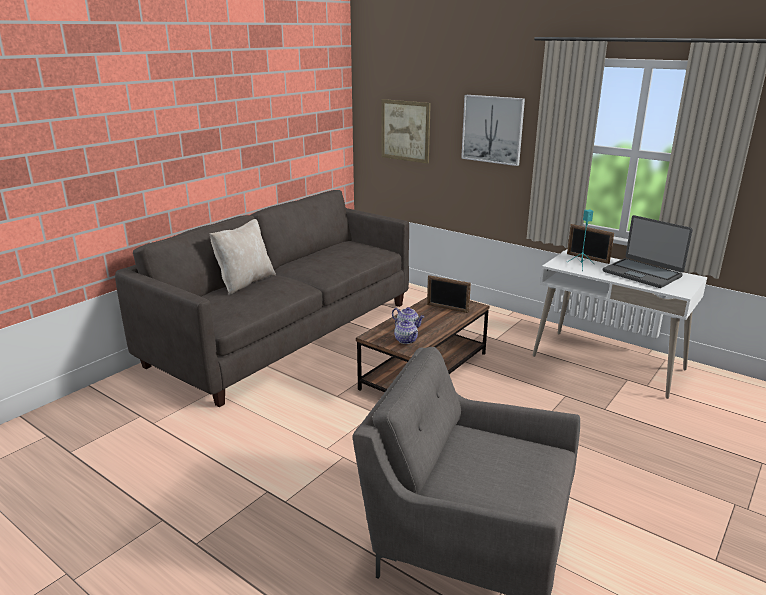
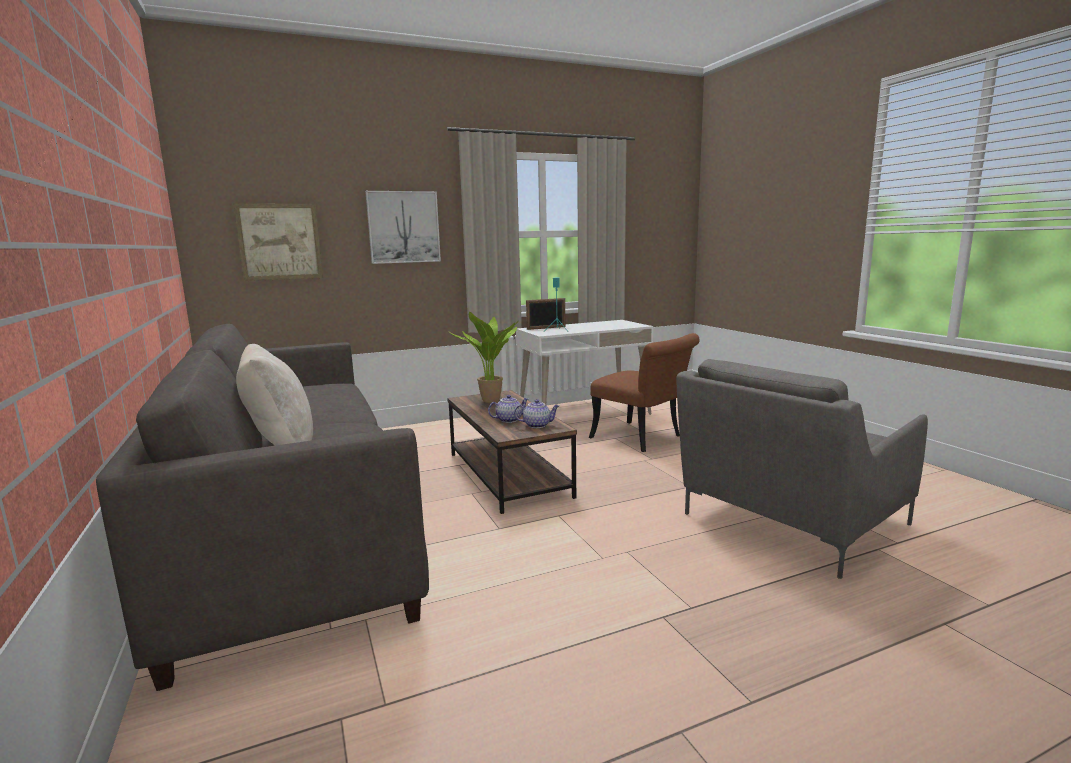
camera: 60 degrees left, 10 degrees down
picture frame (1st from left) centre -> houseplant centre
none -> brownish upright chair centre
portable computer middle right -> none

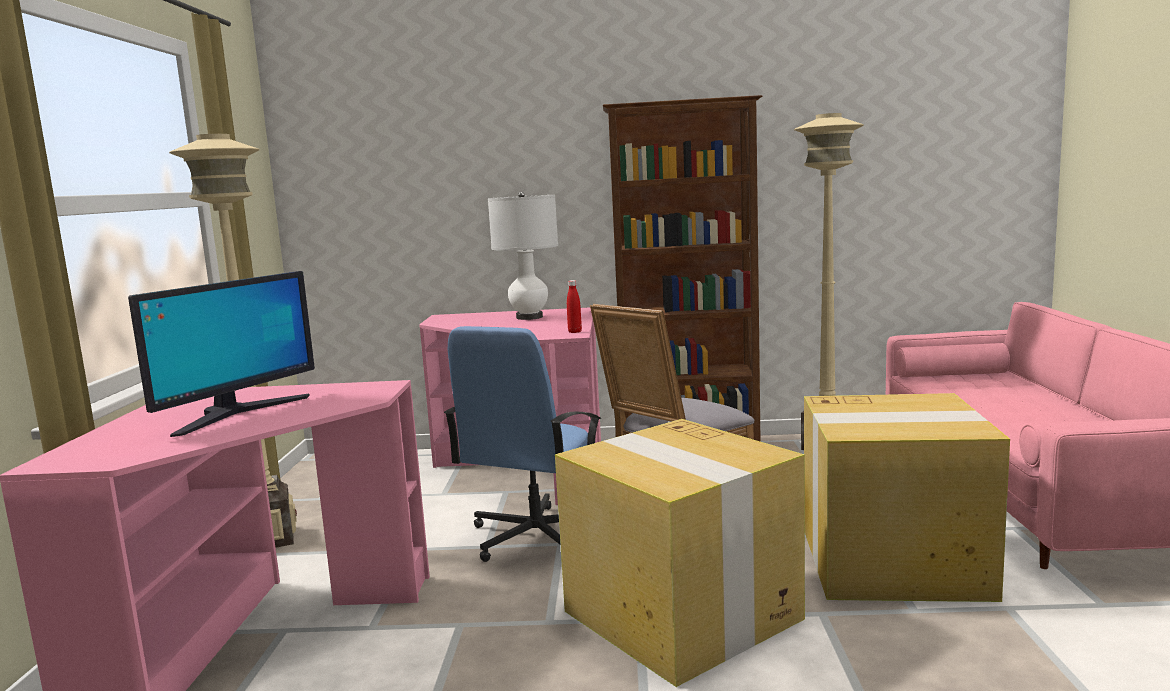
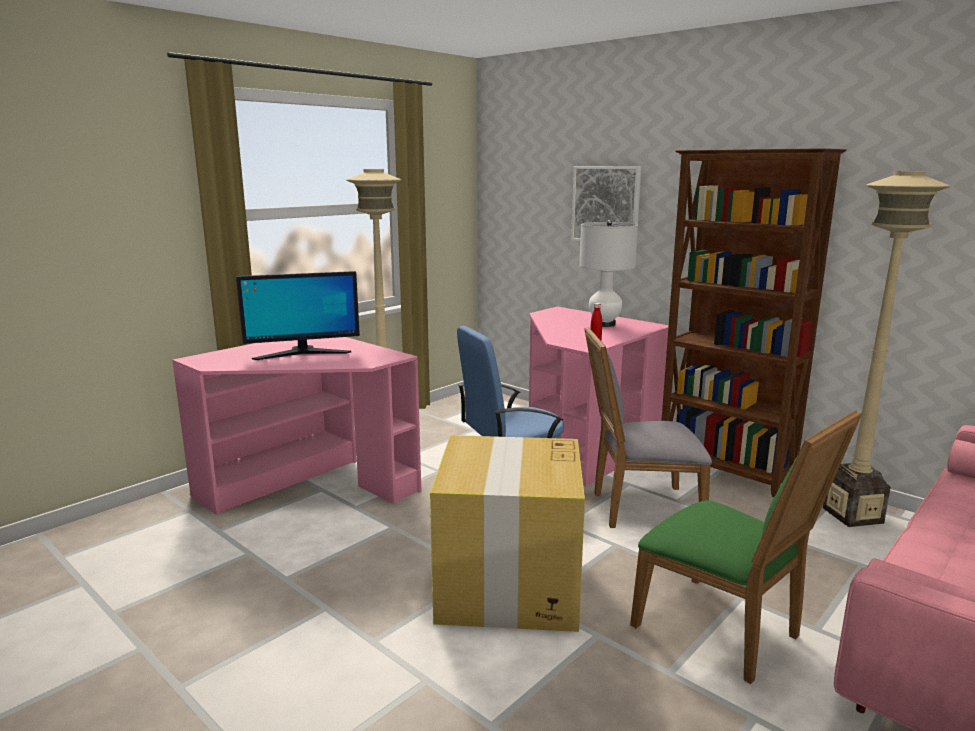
camera: 40 degrees right, 5 degrees up
none -> wall art top centre
cardboard box (2nd from left) bottom right -> green-coloured upright chair bottom right

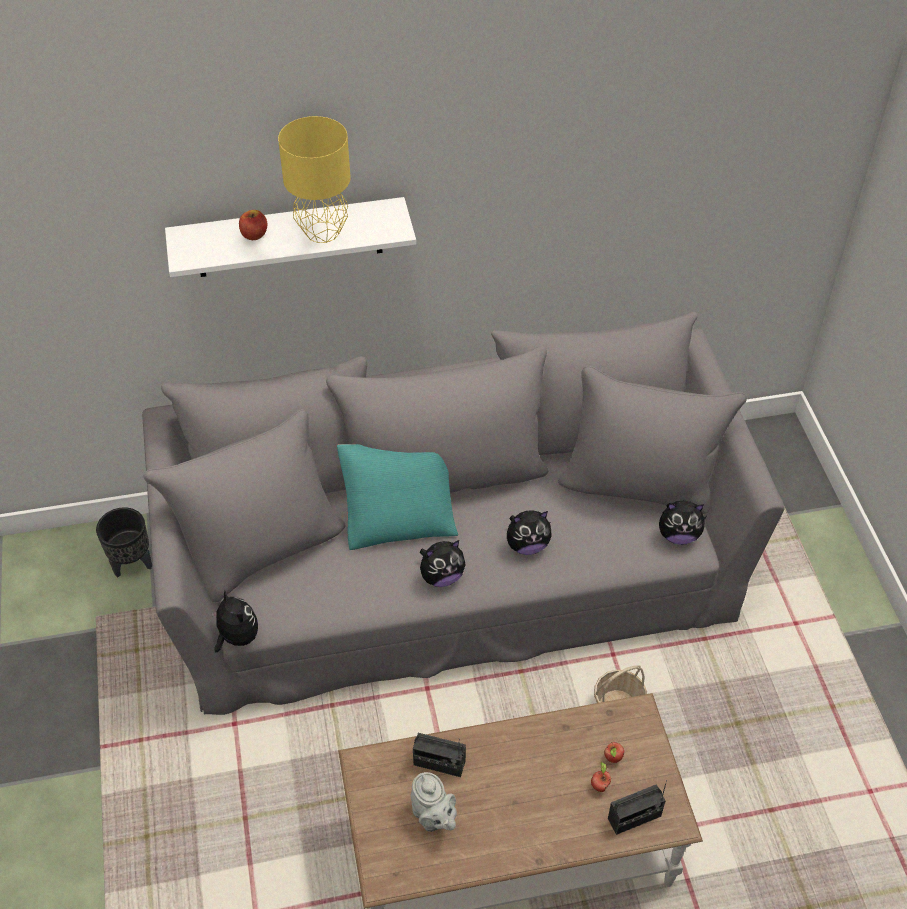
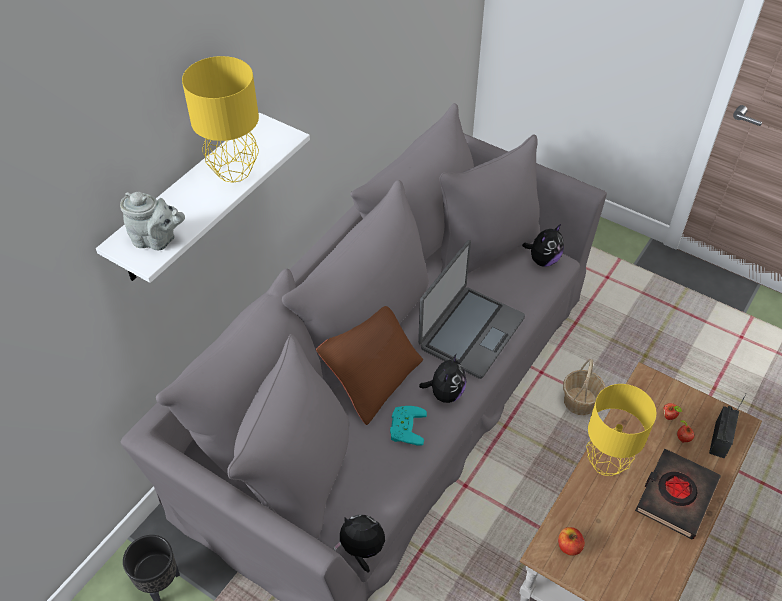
camera: 45 degrees left, 0 degrees up
greyish tea pot bottom centre -> greyish tea pot middle left, moved
turquoise pillow centre -> brownish pillow centre
none -> turquoise joypad bottom centre
cuddly toy (3rd from left) centre -> portable computer centre
apple fruit (1st from left) top left -> apple fruit (1st from left) bottom right, moved
none -> yellow table lamp (2nd from left) bottom right
none -> black-coloured volume bottom right
radio set (1st from left) bottom centre -> none

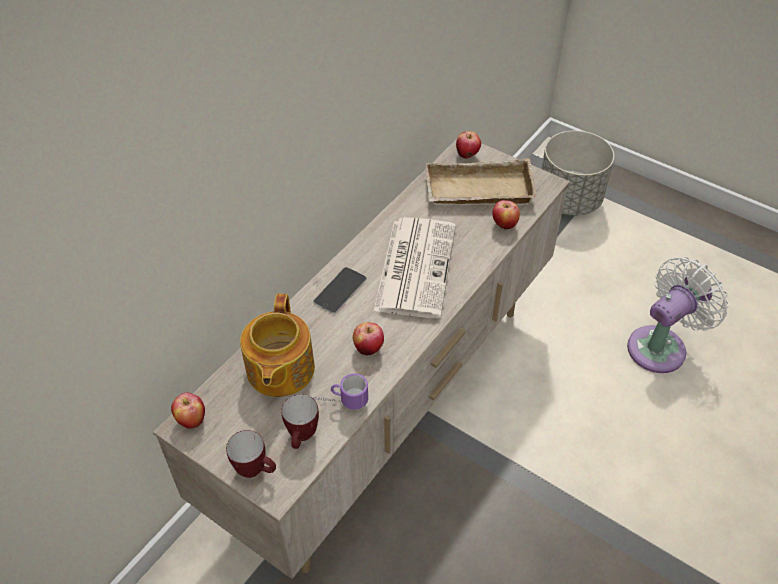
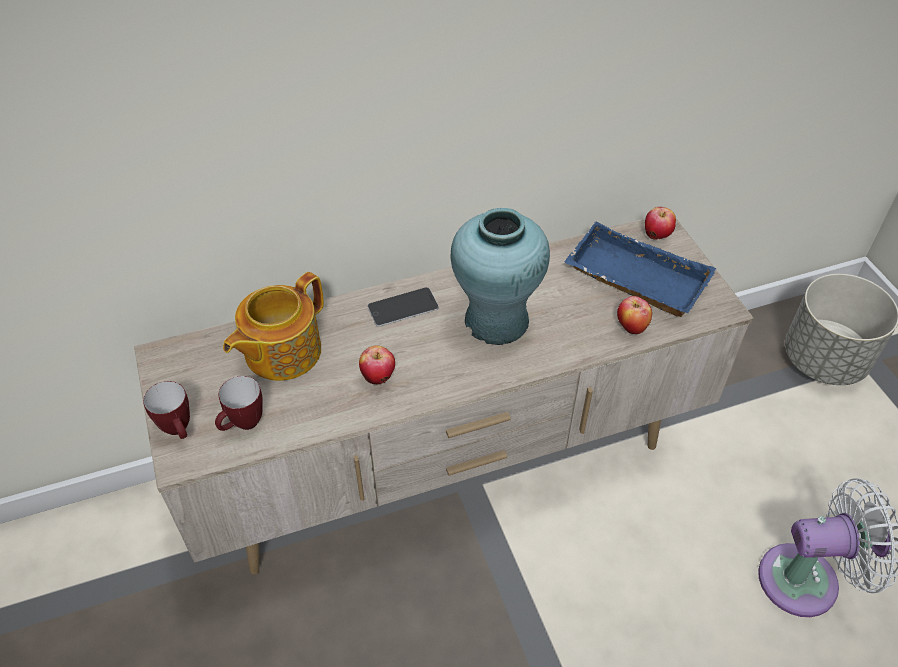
camera: 35 degrees right, 0 degrees up
daily paper centre -> turquoise vase centre
beige-coloured serving tray top centre -> blue-coloured serving tray middle right
apple fruit (1st from left) bottom left -> none
coffee mug (3rd from left) bottom centre -> none

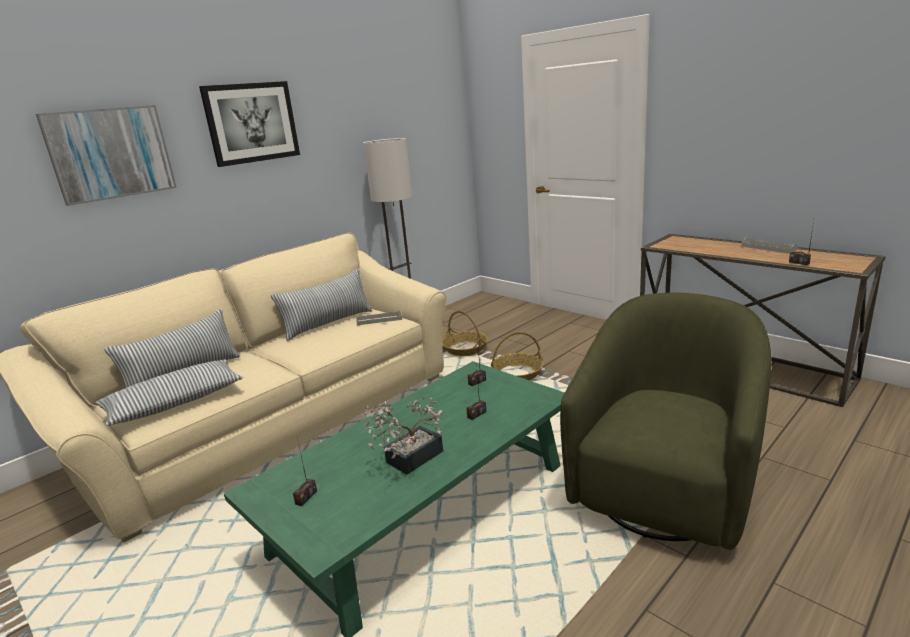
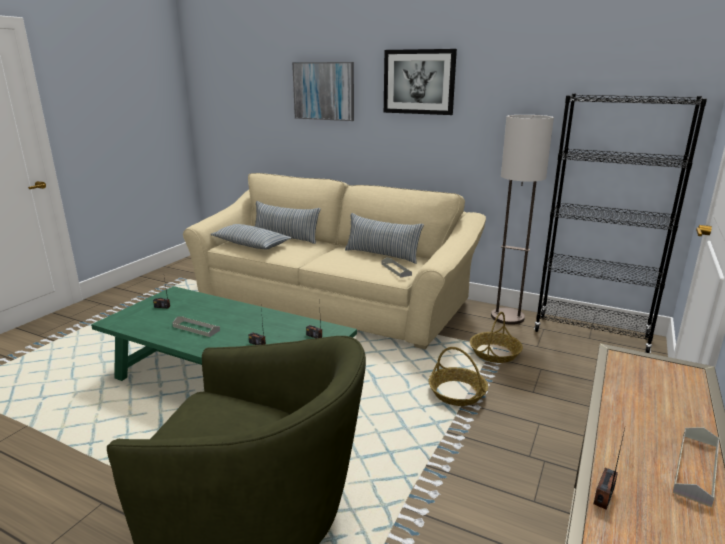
camera: 70 degrees right, 0 degrees up
houseplant bottom centre -> greyish serving tray (1st from left) middle left
none -> black-coloured bookcase middle right

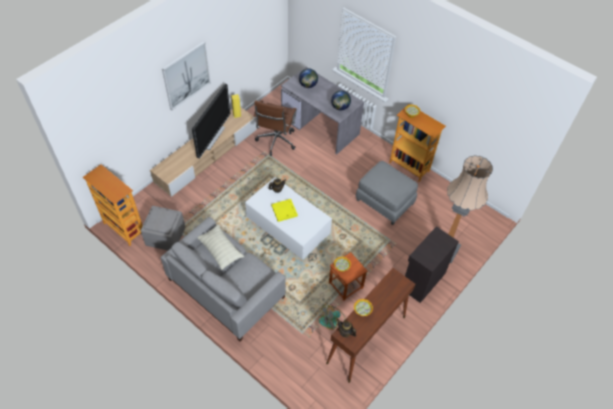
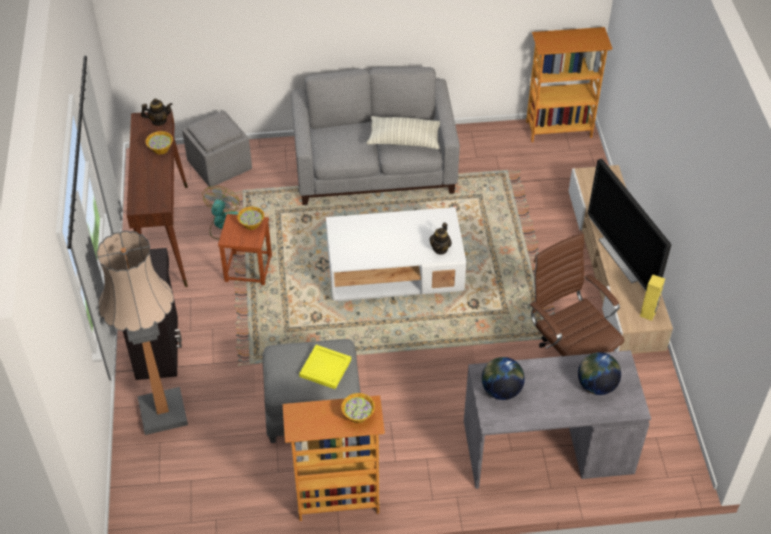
camera: 135 degrees right, 5 degrees down
greyish ottoman (1st from left) middle left -> greyish ottoman (1st from left) top left, moved
yellow serving tray centre -> yellow serving tray bottom centre, moved
wall art top left -> none

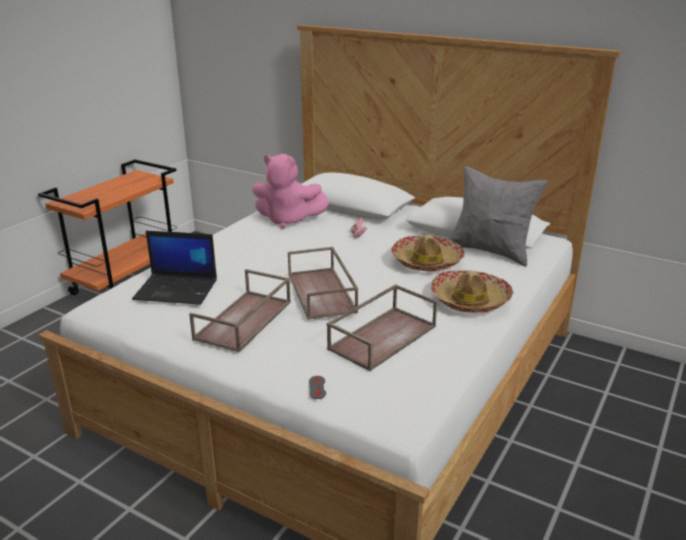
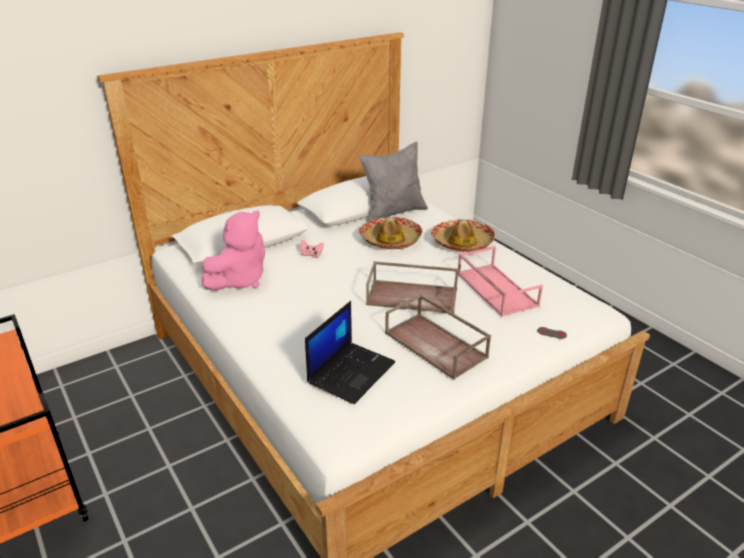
camera: 65 degrees left, 5 degrees up
brownish serving tray (3rd from left) centre -> pink-coloured serving tray middle right

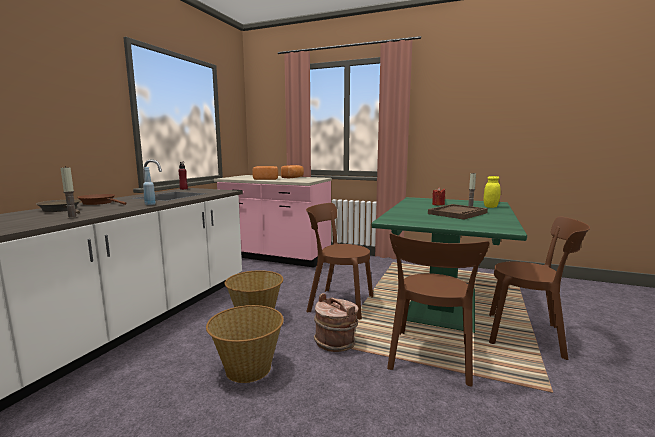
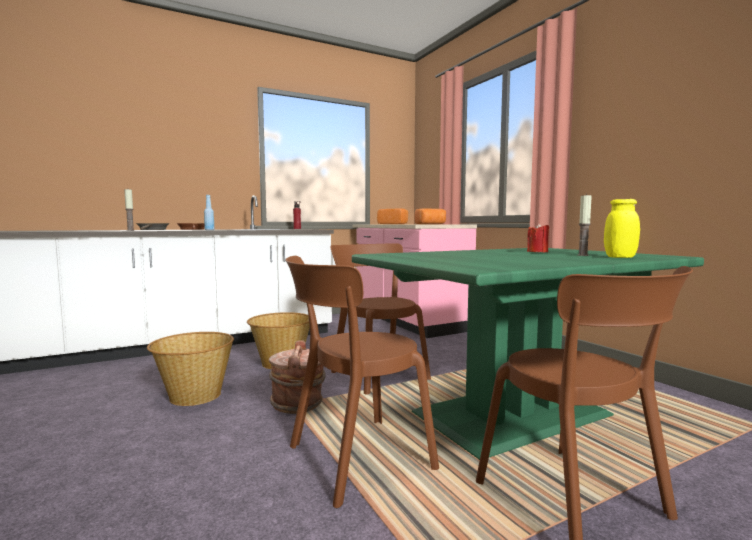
camera: 40 degrees right, 5 degrees down
brownish serving tray middle right -> none

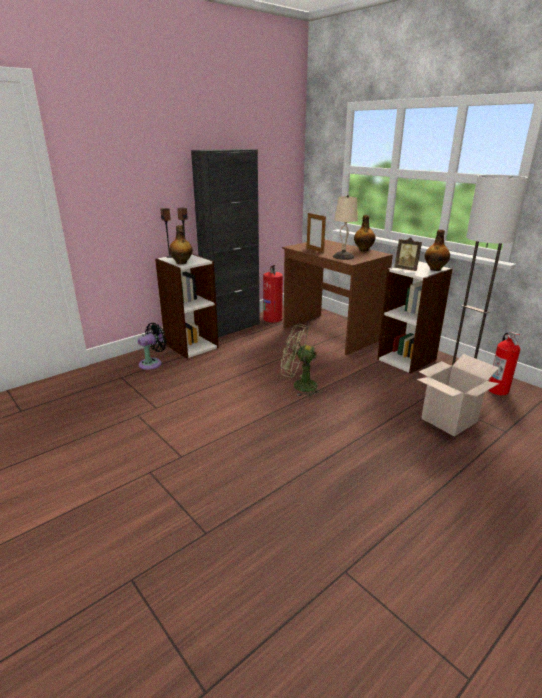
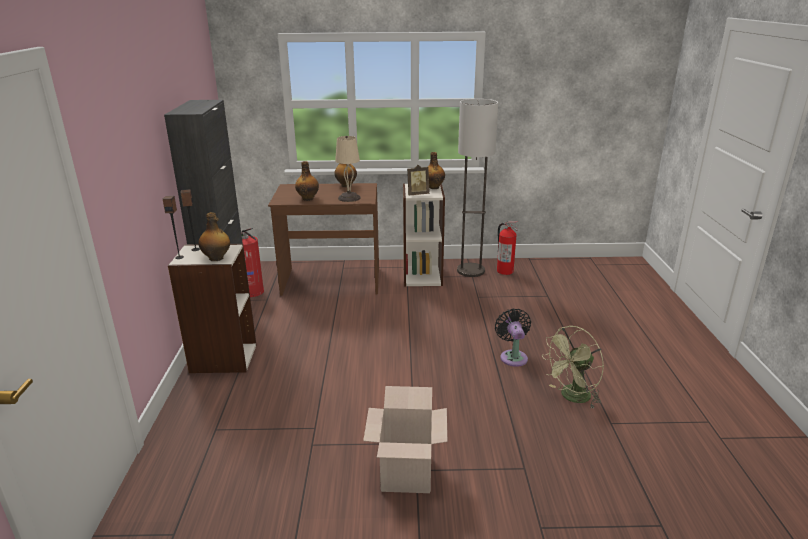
camera: 50 degrees left, 0 degrees up
picture frame (1st from left) centre -> beverage bottle (2nd from left) centre
cardboard box middle right -> cardboard box bottom centre, moved
black-coloured electric fan middle left -> black-coloured electric fan centre, moved
green-coloured electric fan centre -> green-coloured electric fan bottom right, moved

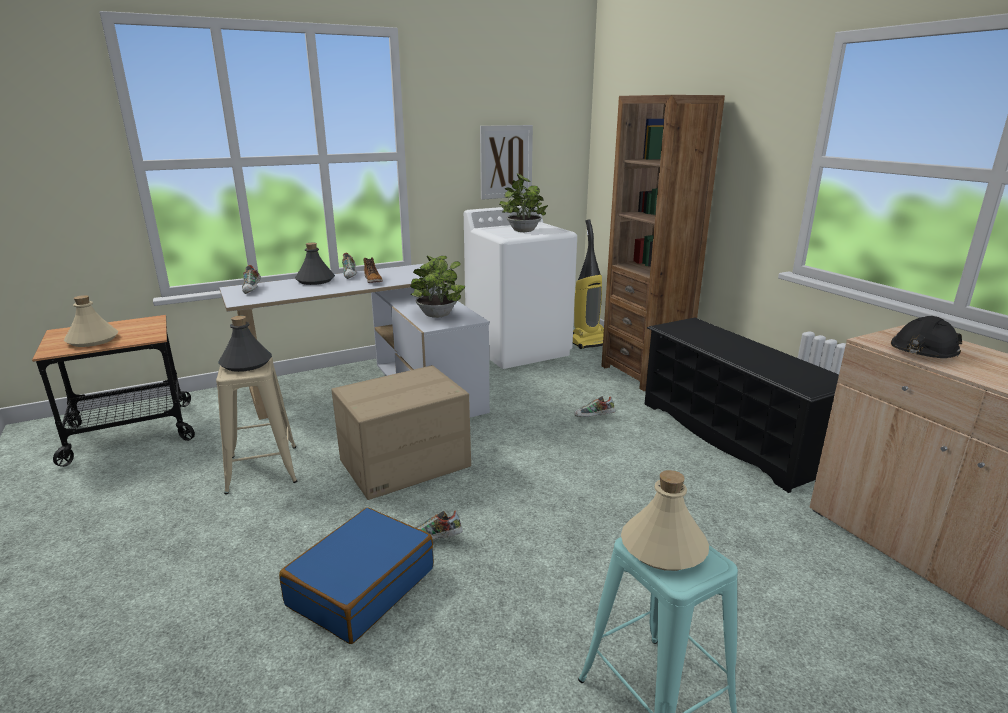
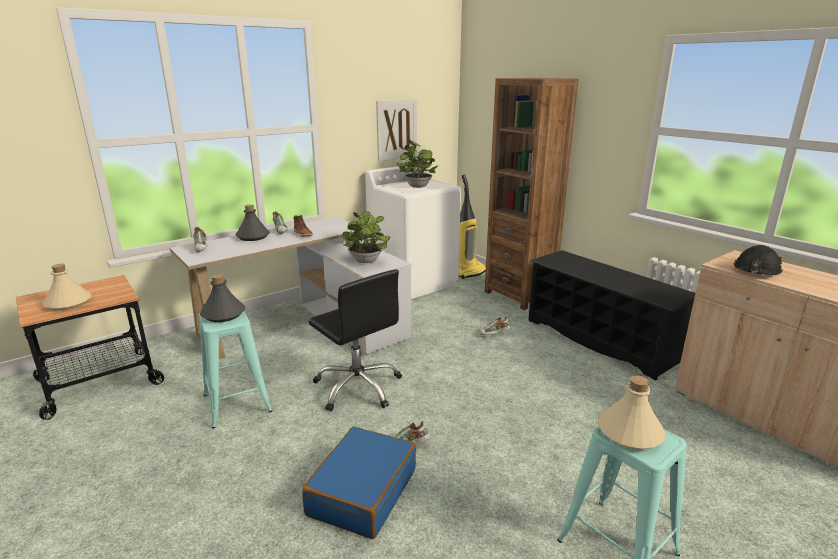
camera: 10 degrees left, 0 degrees up
beige-coloured stool middle left -> turquoise stool (1st from left) middle left
cardboard box centre -> black-coloured desk chair centre

